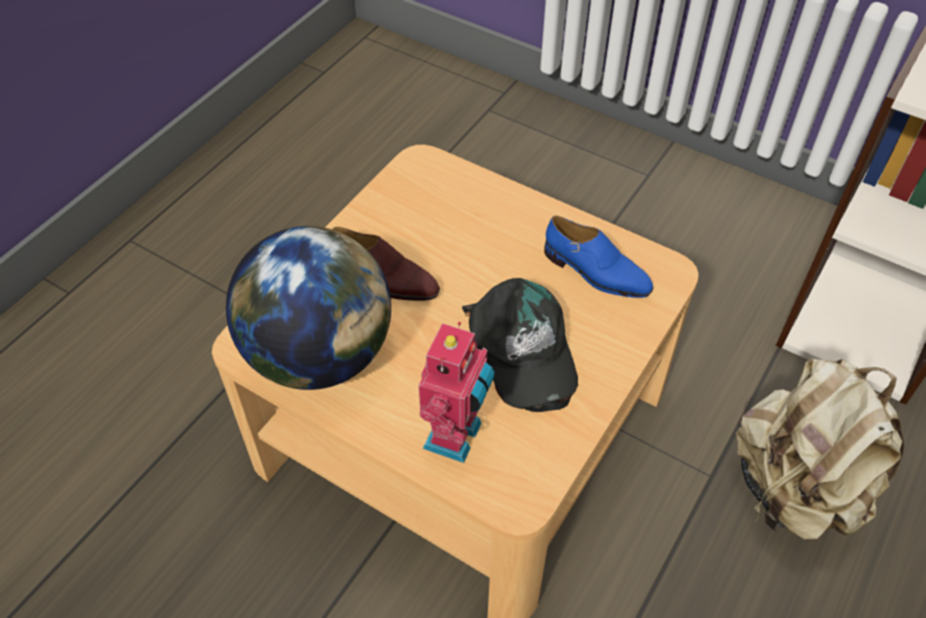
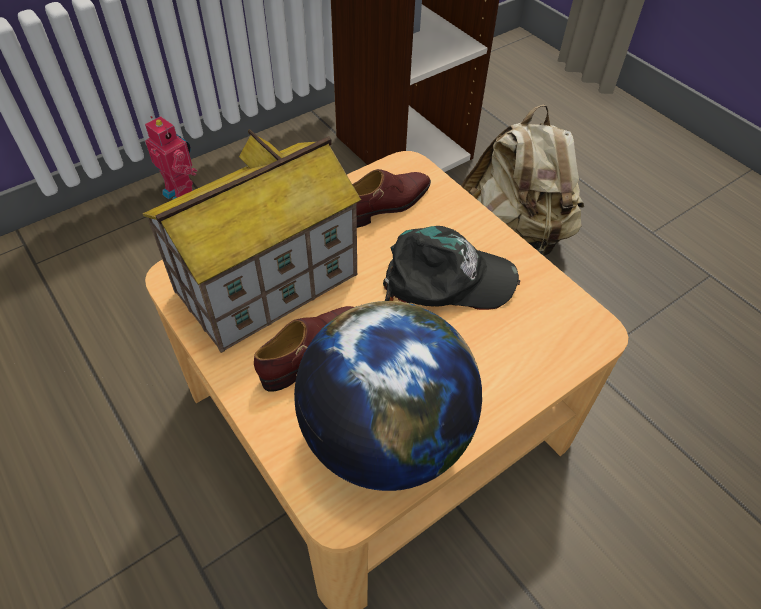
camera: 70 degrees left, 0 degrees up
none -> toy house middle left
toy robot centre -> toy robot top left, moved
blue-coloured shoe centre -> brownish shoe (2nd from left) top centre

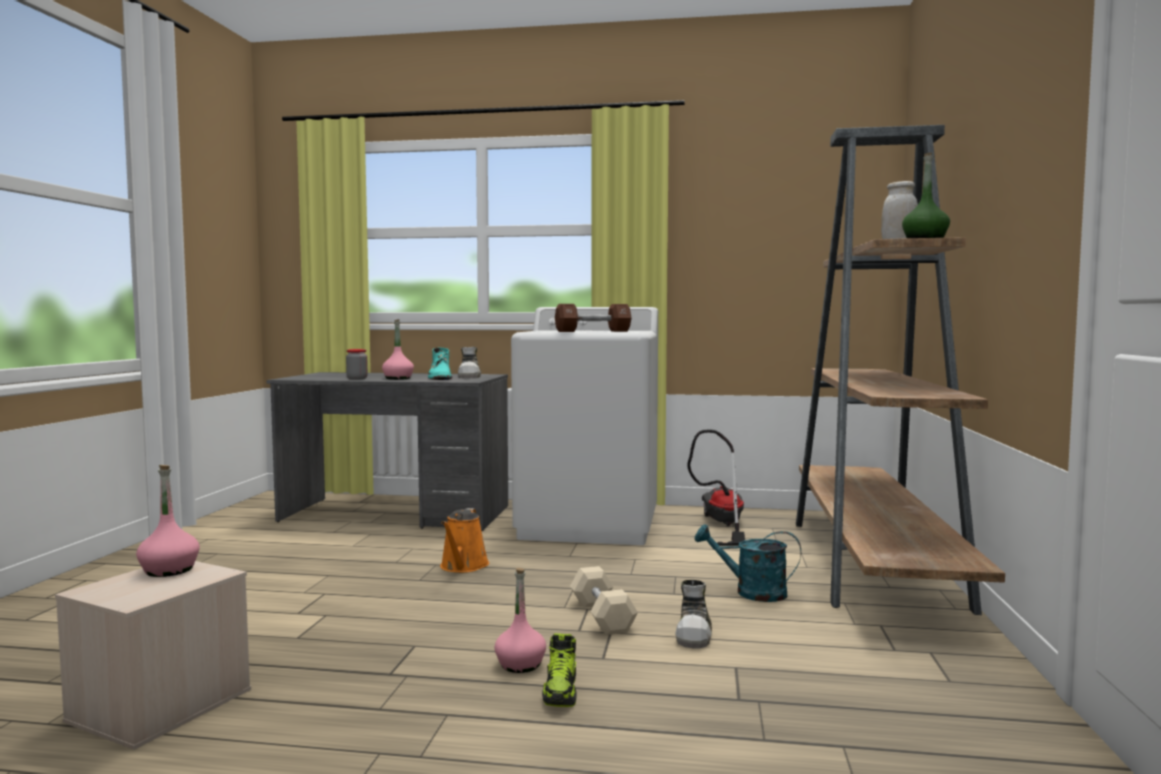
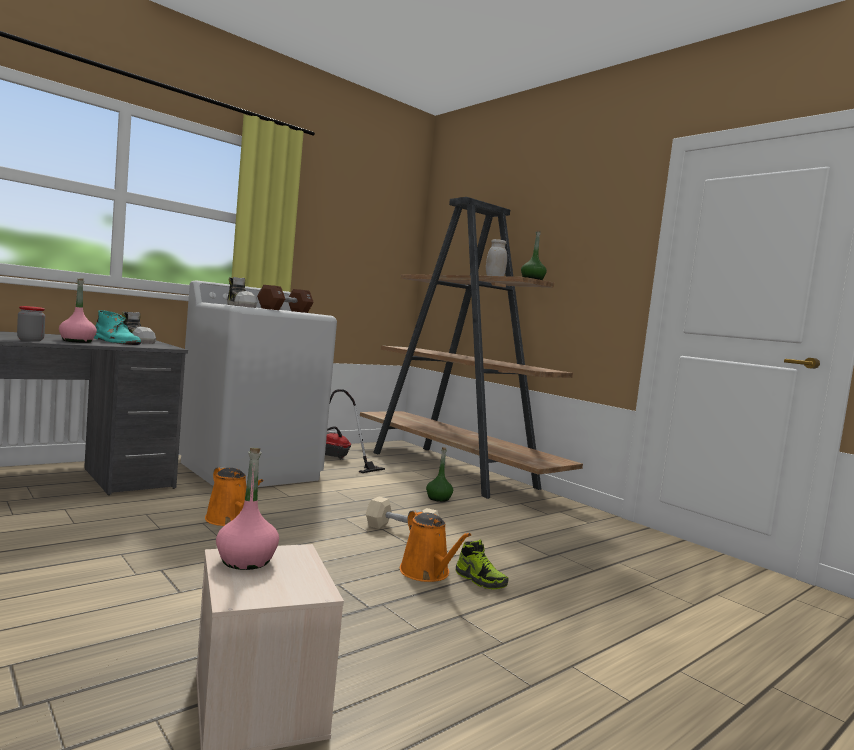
camera: 50 degrees left, 0 degrees up
shoe (3rd from left in the first image) bottom centre -> shoe (2nd from left) middle left, moved
pink-coloured beverage bottle (3rd from left) bottom centre -> orange-coloured watering can (2nd from left) bottom centre
turquoise watering can bottom centre -> green-coloured beverage bottle (1st from left) centre

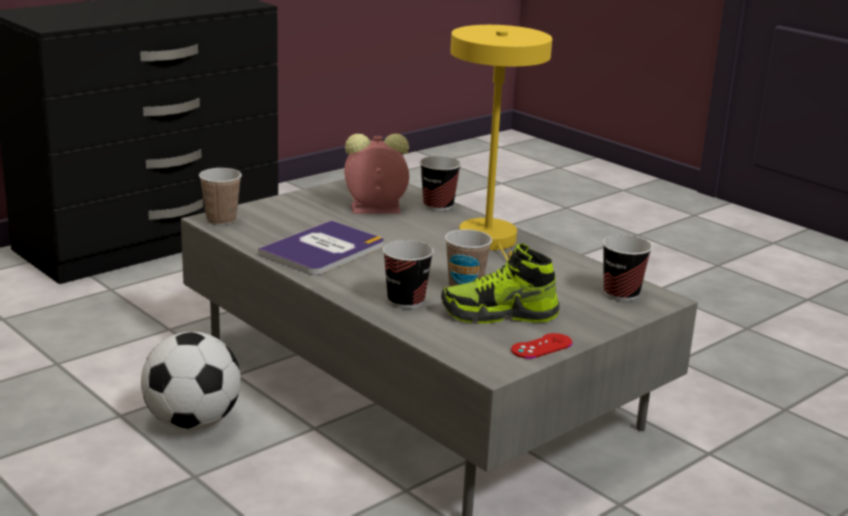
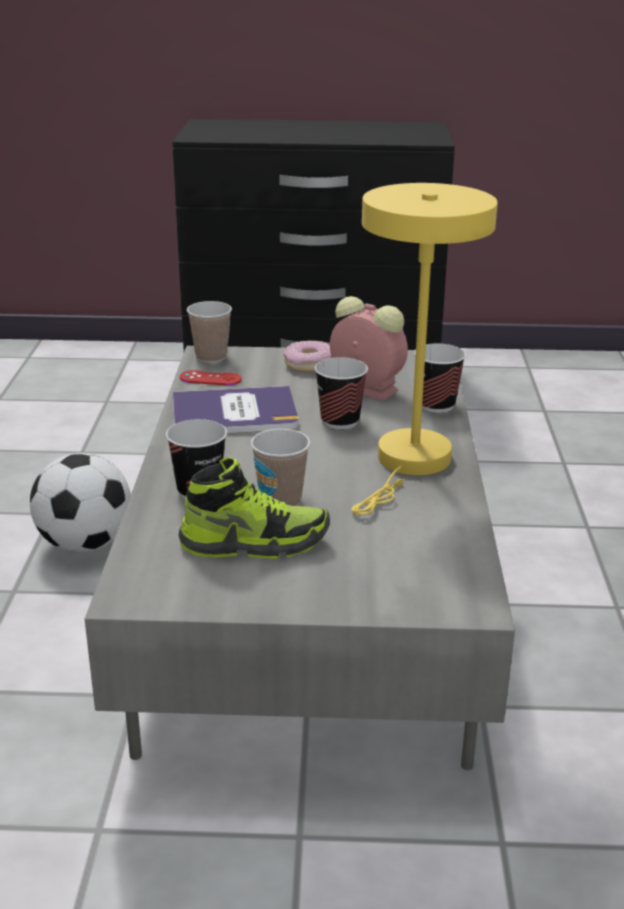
camera: 45 degrees right, 5 degrees up
shoe centre, 135 degrees clockwise
red joypad bottom centre -> red joypad centre, moved
none -> doughnut centre
drinking cup (5th from left in the first image) middle right -> drinking cup (4th from left) centre, moved

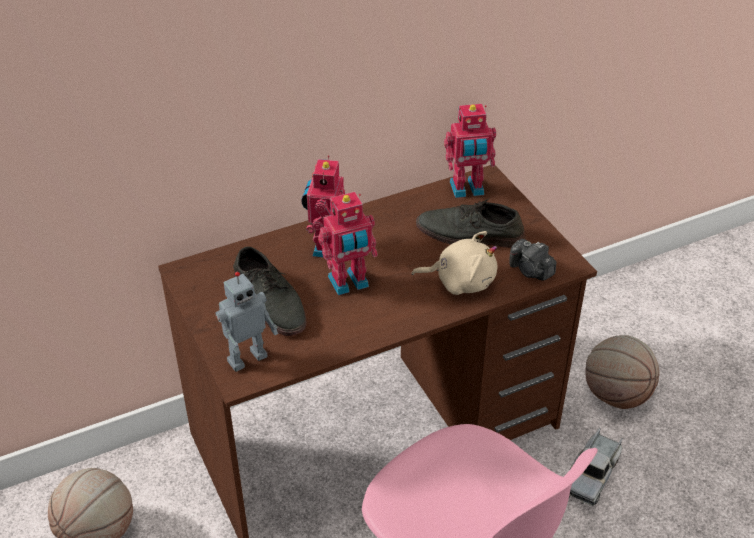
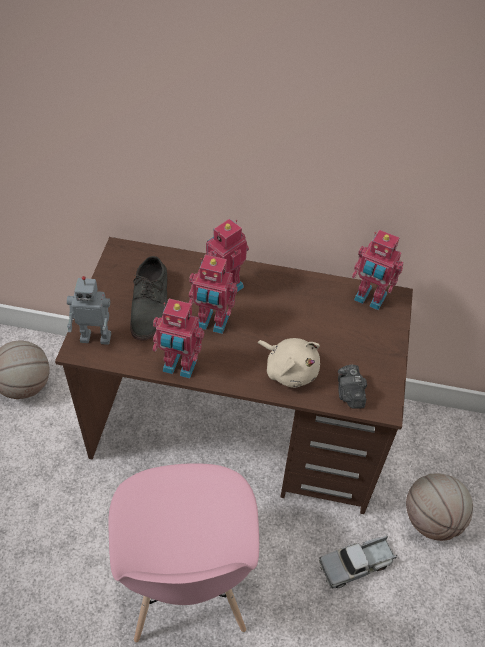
camera: 35 degrees right, 10 degrees up
none -> toy robot (2nd from left) centre
greyish shoe (2nd from left) centre -> none

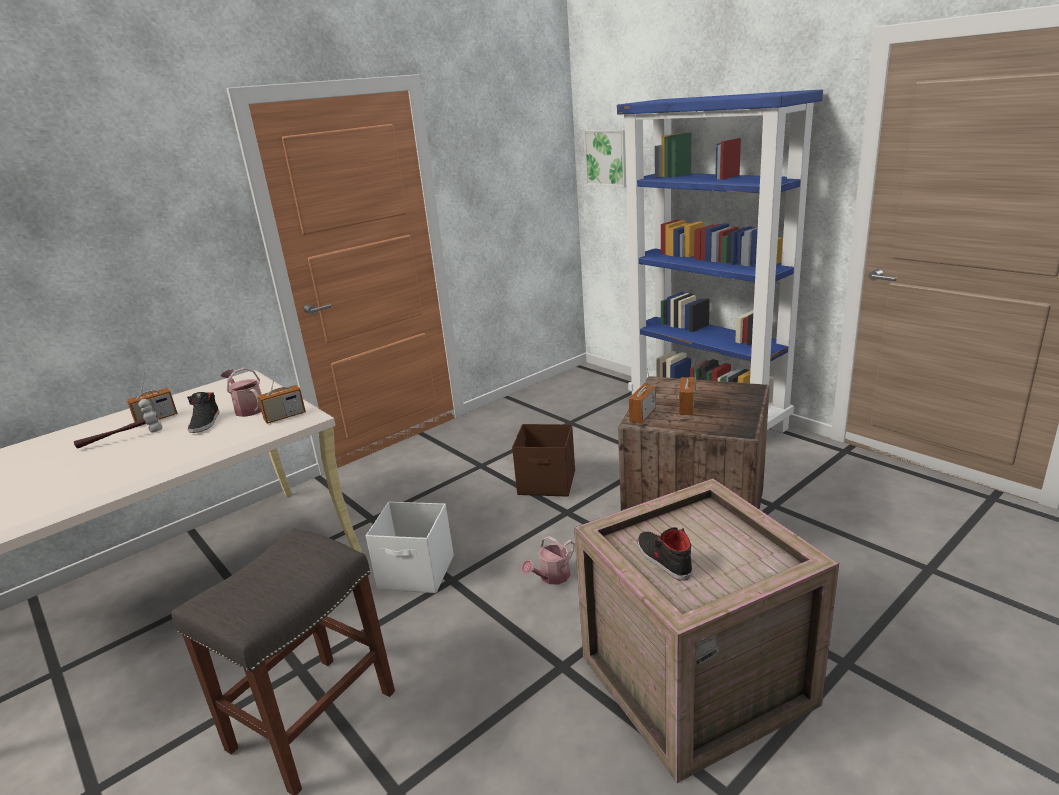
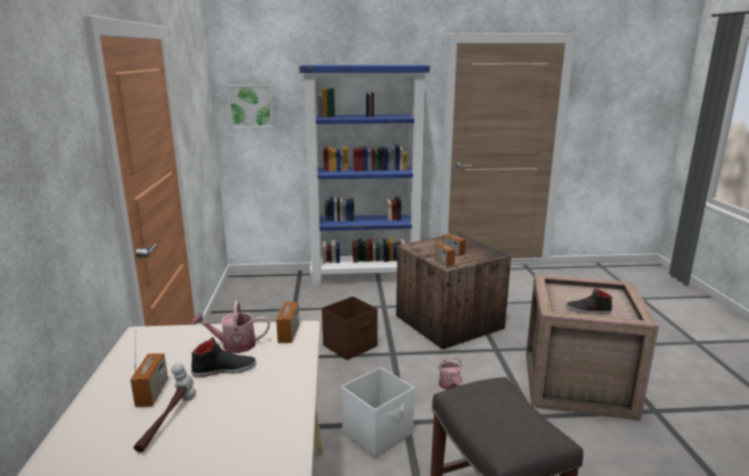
camera: 55 degrees left, 5 degrees down
black-coloured shoe (1st from left) middle left -> black-coloured shoe (1st from left) bottom left, 45 degrees counterclockwise

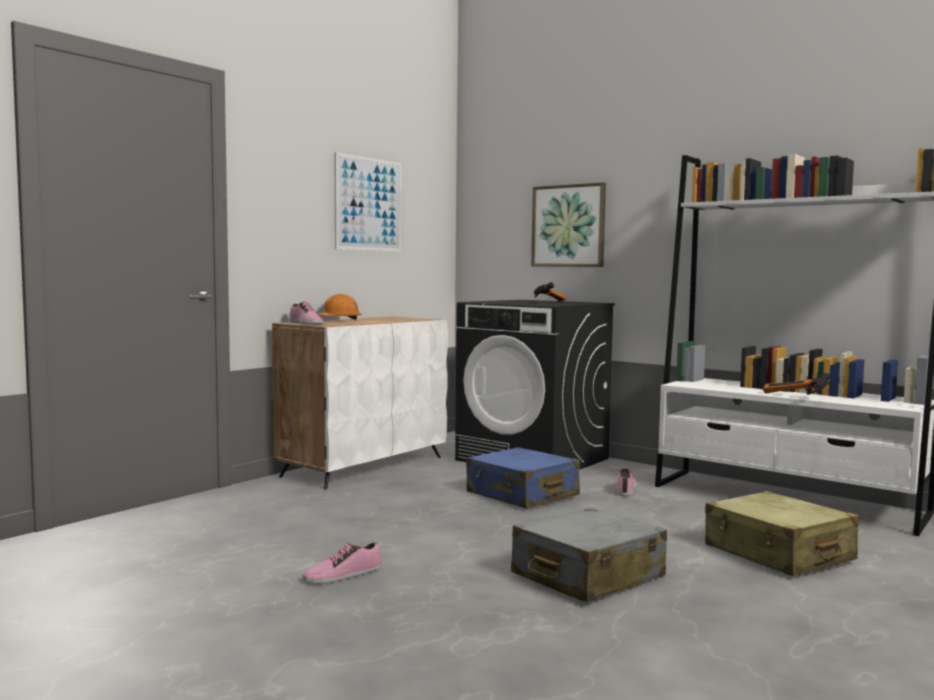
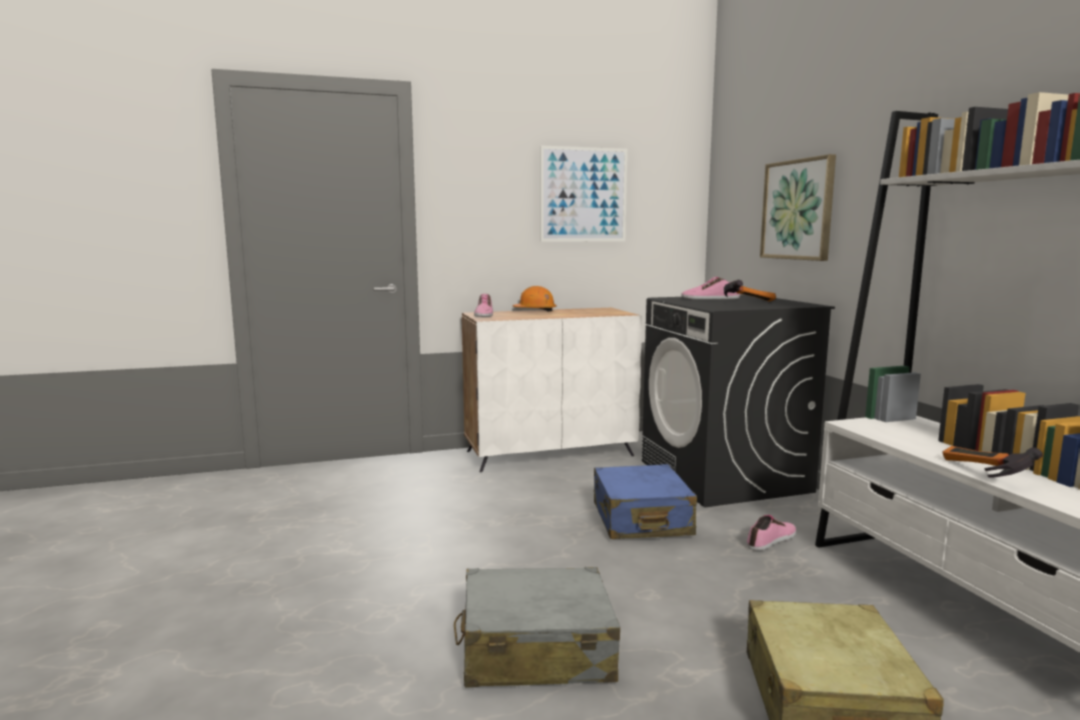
camera: 35 degrees right, 5 degrees up
shoe (2nd from left) bottom centre -> shoe (2nd from left) centre, moved

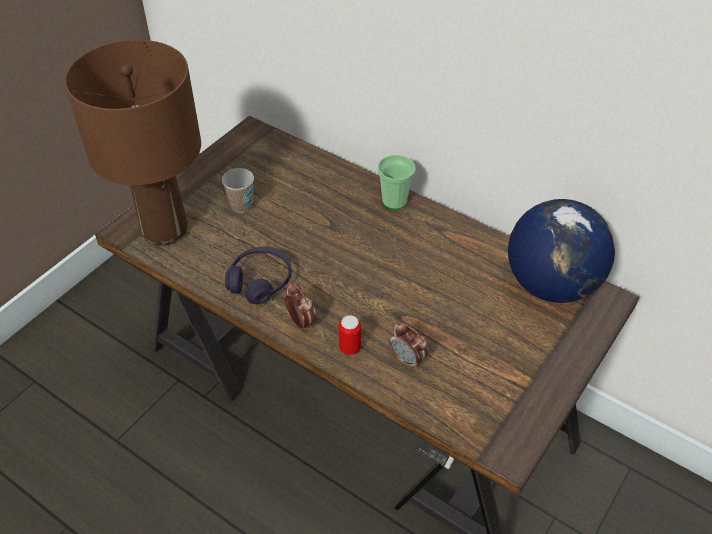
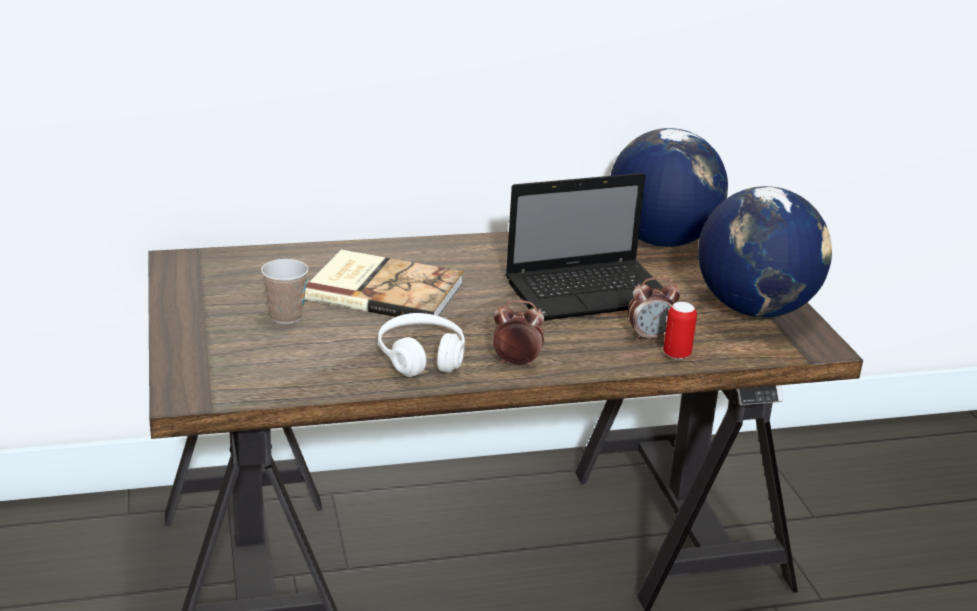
camera: 50 degrees left, 20 degrees down
none -> volume centre
purple-coloured headset centre -> white headset centre
none -> portable computer centre
sealed can centre -> sealed can middle right, moved
none -> desk globe (2nd from left) middle right
brownish table lamp top left -> none
drinking cup (2nd from left) centre -> none

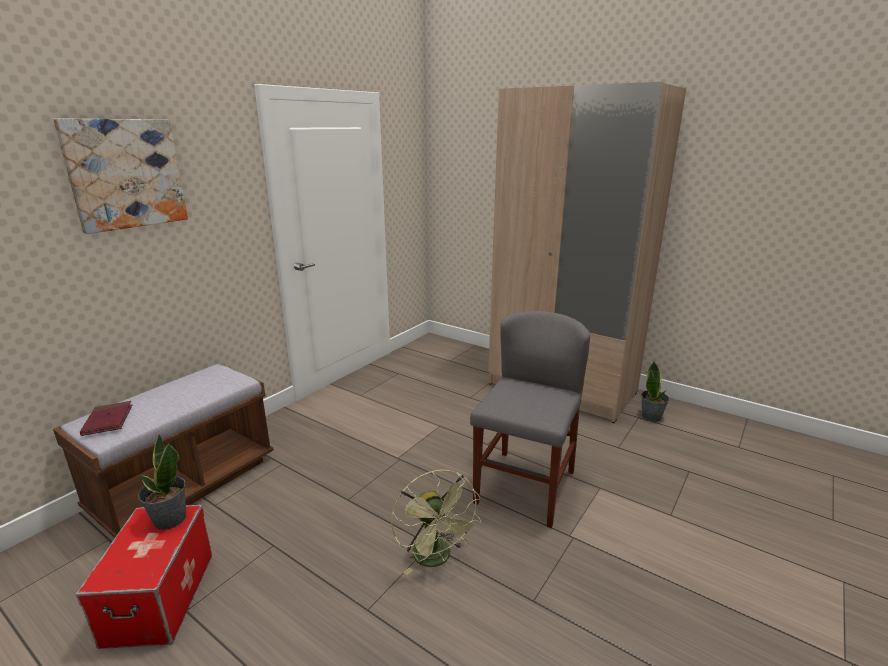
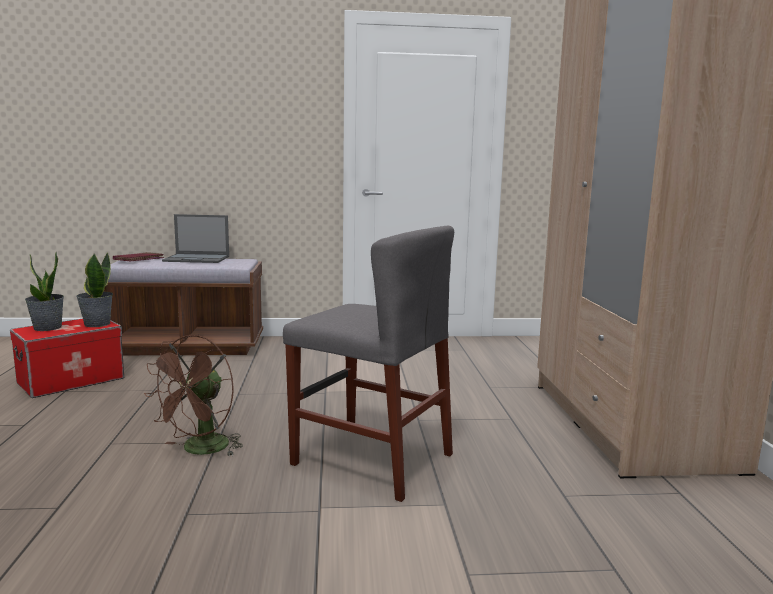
camera: 50 degrees right, 10 degrees down
houseplant (2nd from left in the first image) middle right -> houseplant (1st from left) middle left, moved
green-coloured electric fan bottom centre -> brownish electric fan bottom left
none -> portable computer middle left
greyish upright chair centre, 45 degrees clockwise
wall art top left -> none

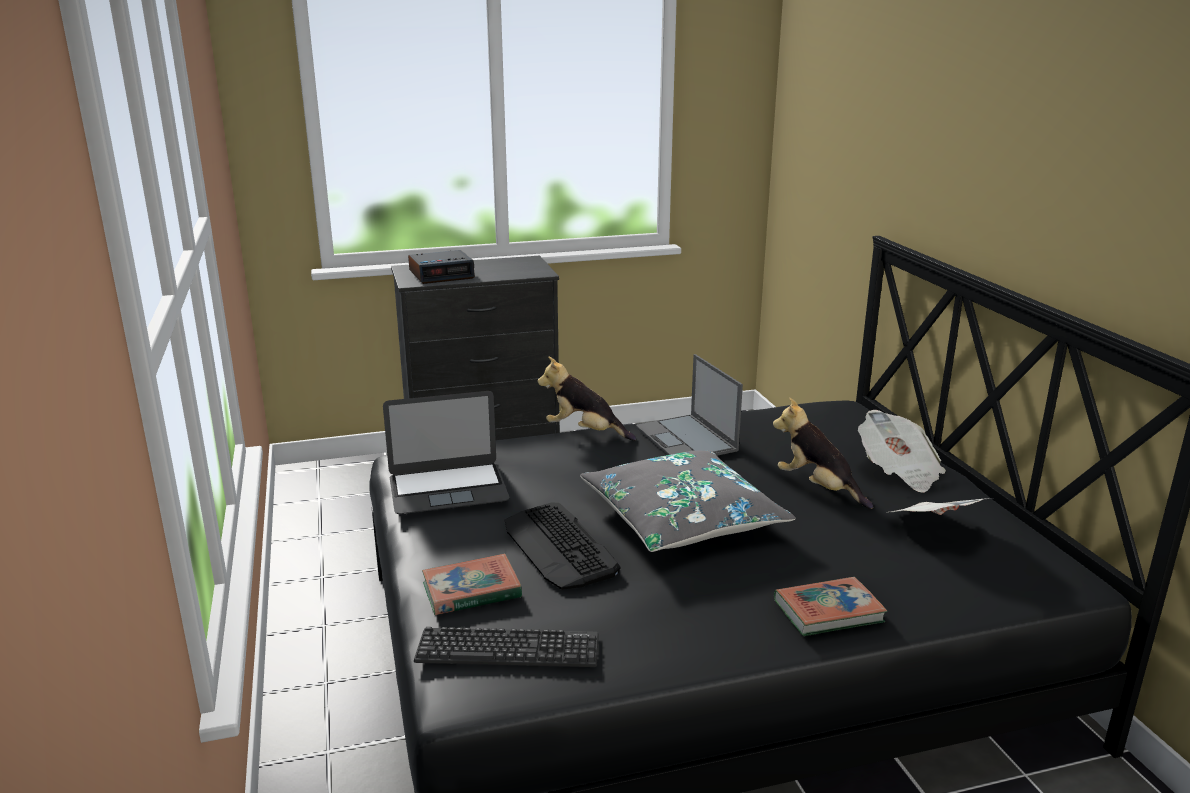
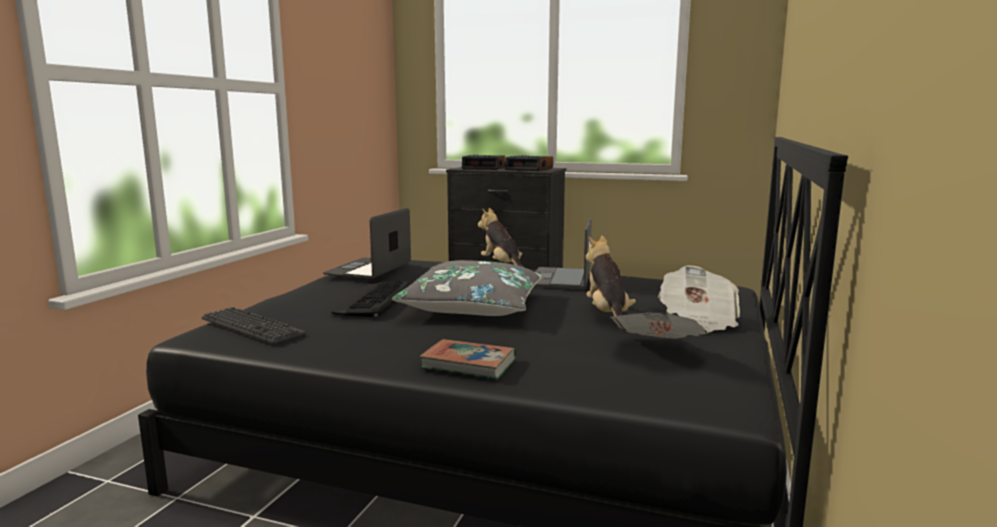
camera: 35 degrees right, 10 degrees down
portable computer (1st from left) centre, 90 degrees clockwise
none -> bedside clock (2nd from left) top centre
volume (1st from left) bottom centre -> none

